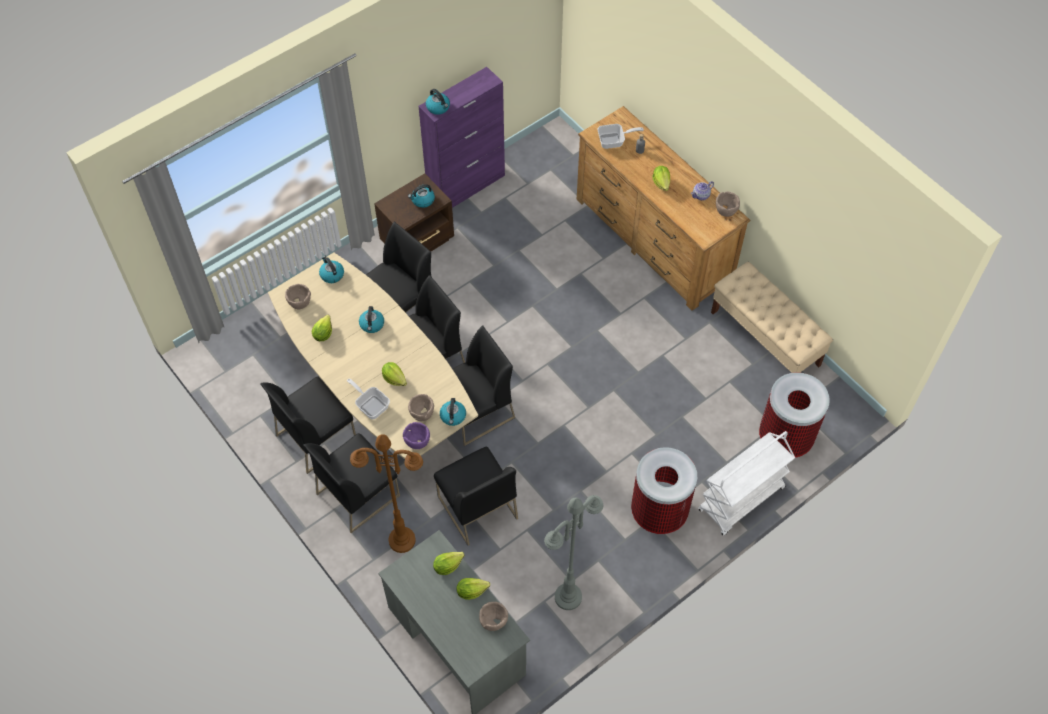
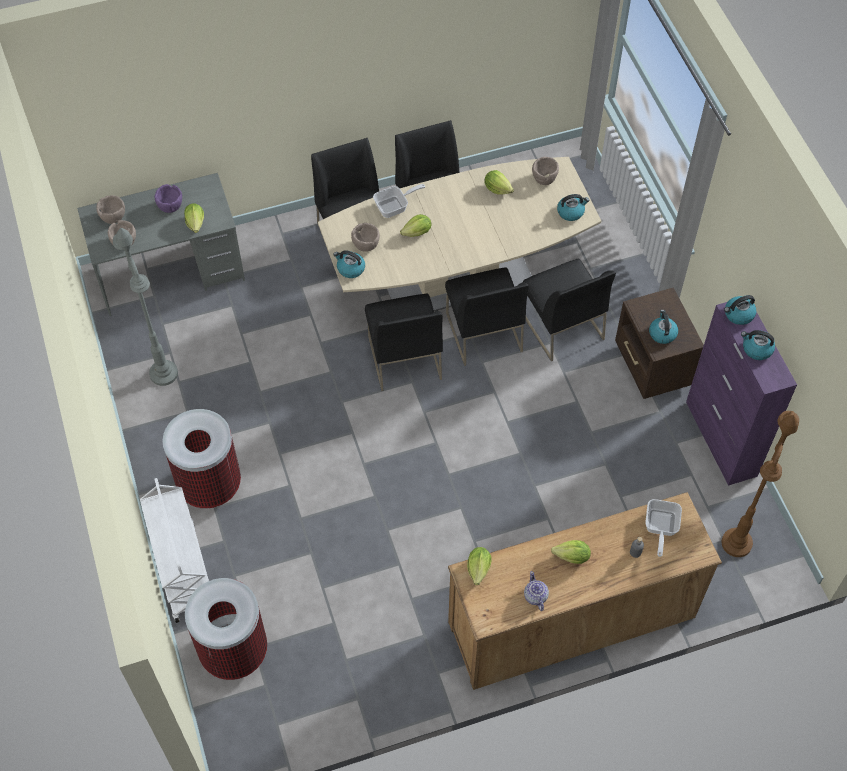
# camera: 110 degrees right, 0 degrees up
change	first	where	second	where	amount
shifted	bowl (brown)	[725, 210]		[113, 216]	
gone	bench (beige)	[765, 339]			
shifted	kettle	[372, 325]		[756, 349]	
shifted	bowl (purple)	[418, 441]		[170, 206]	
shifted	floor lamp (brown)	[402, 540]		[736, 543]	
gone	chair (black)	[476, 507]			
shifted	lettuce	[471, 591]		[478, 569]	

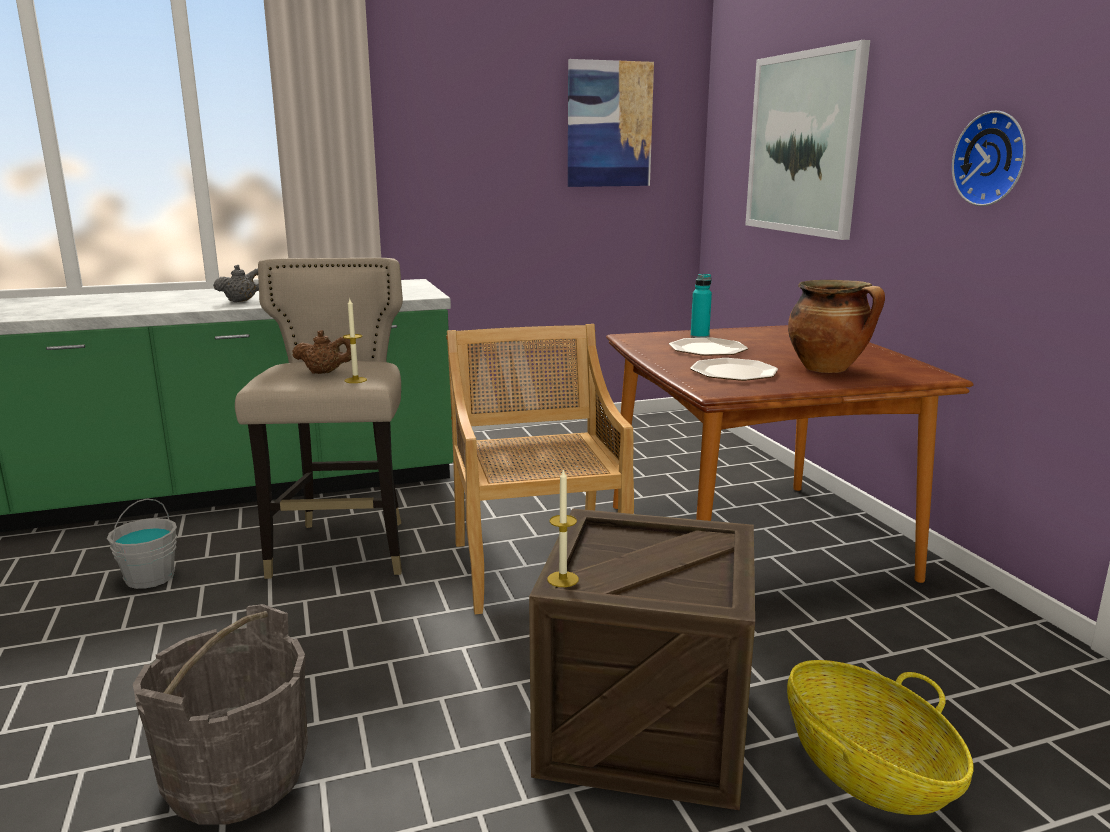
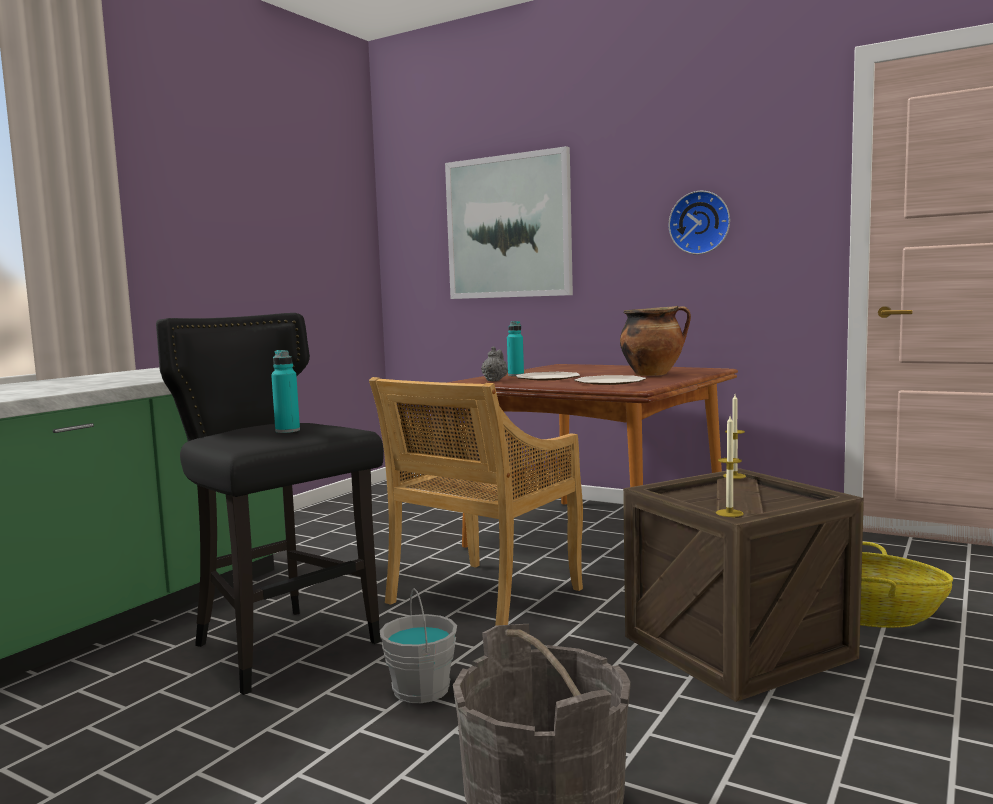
# camera: 40 degrees left, 10 degrees down
change	first	where	second	where	amount
gone	picture	[609, 124]			
repainted	stool (beige)	[344, 551]	stool (black)	[284, 647]	
shifted	teapot (grey)	[242, 301]		[495, 380]	
shifted	candle	[355, 380]		[734, 476]	
rotated	chair (beige)	[537, 567]		[483, 598]	90 degrees counterclockwise
swapped	teapot (brown)	[325, 373]	bottle (turquoise)	[287, 431]	
shifted	bucket (grey)	[149, 577]		[420, 689]	

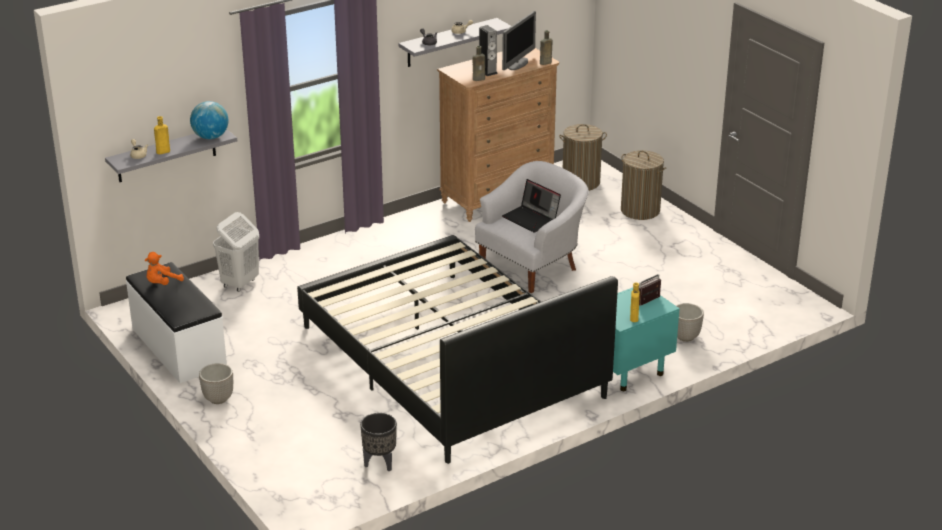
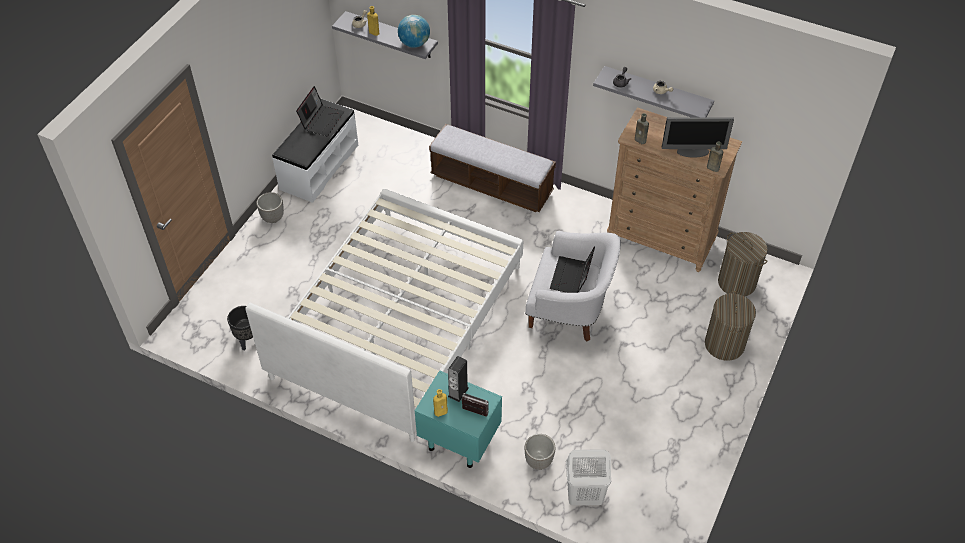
# camera: 60 degrees right, 20 degrees up
change	first	where	second	where	amount
shifted	speaker	[487, 71]		[458, 392]	
shifted	laundry basket (white)	[240, 283]		[584, 496]	
repainted	bed (black)	[450, 361]	bed (white)	[398, 321]	
swapped	plush toy (orange)	[162, 283]	laptop	[321, 120]	
new			bench	[491, 184]	

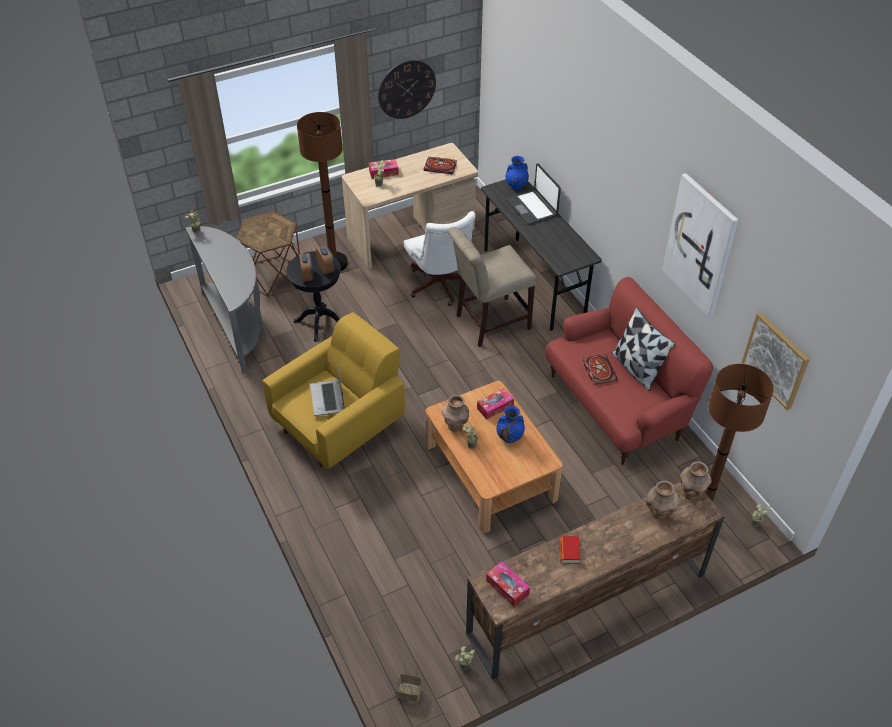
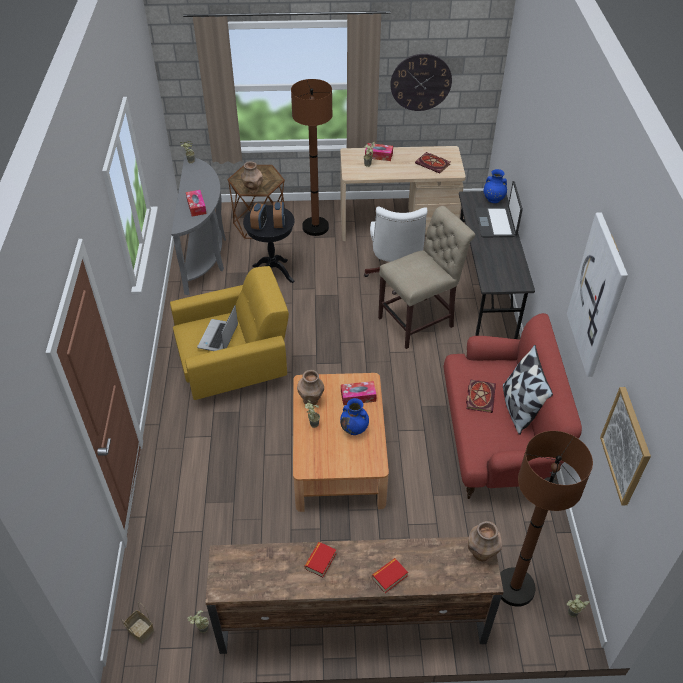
# camera: 25 degrees right, 0 degrees up
change	first	where	second	where	amount
rotated	chair (beige)	[489, 323]		[420, 321]	150 degrees clockwise
shifted	vase (brown)	[658, 513]		[253, 190]	
shifted	tissue box	[507, 587]		[196, 206]	
new			book	[389, 577]	

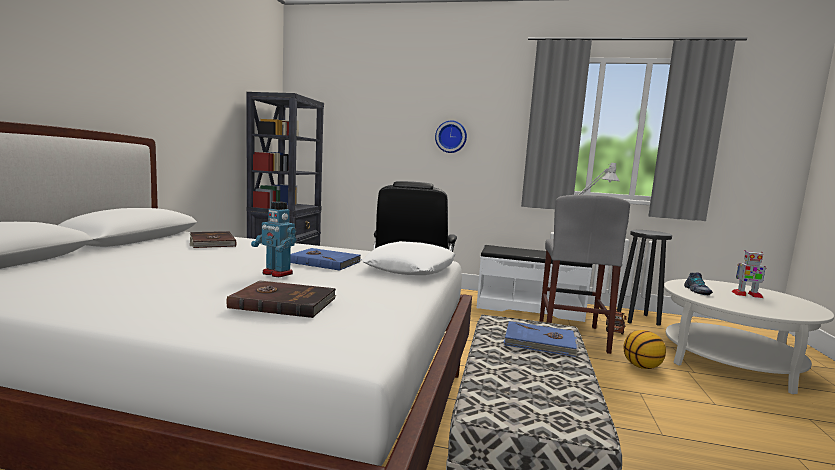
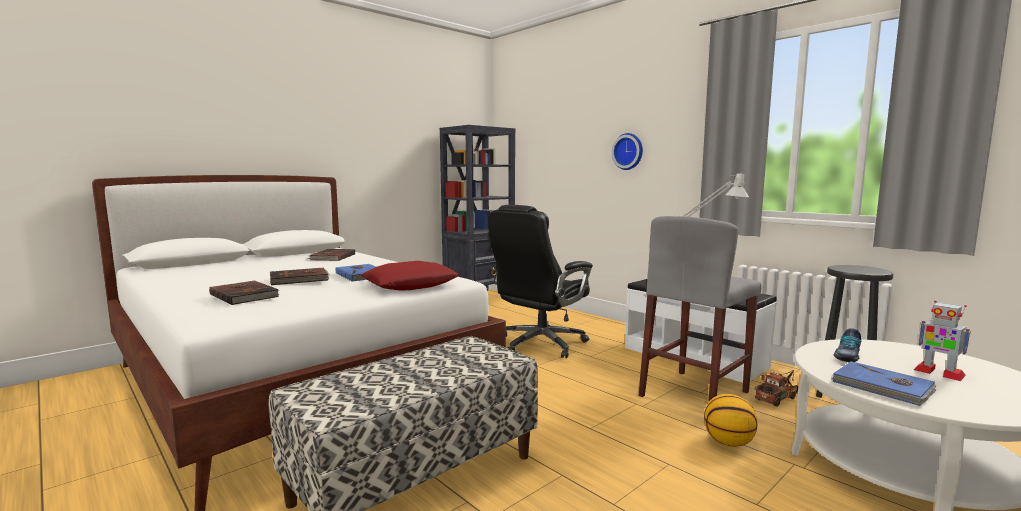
# camera: 35 degrees right, 0 degrees up
change	first	where	second	where	amount
swapped	toy robot	[277, 273]	book (brown)	[299, 279]	
repainted	pillow (white)	[410, 268]	pillow (red)	[410, 284]	
shifted	book (blue)	[540, 342]		[882, 387]	

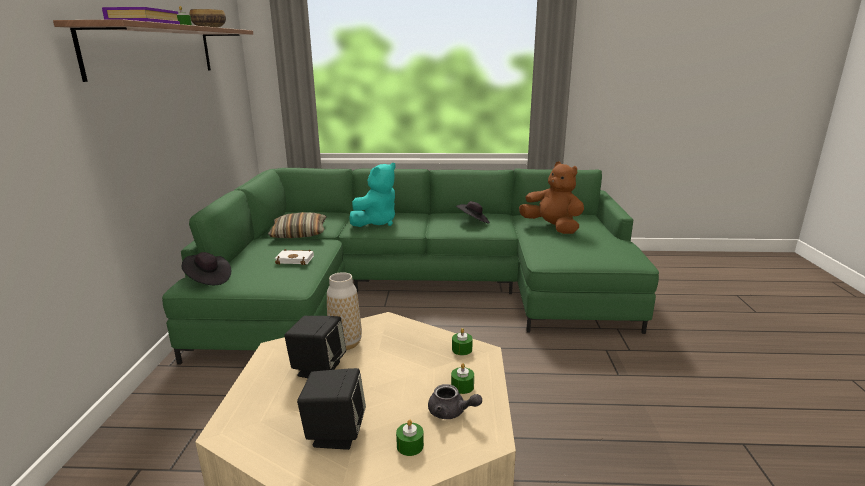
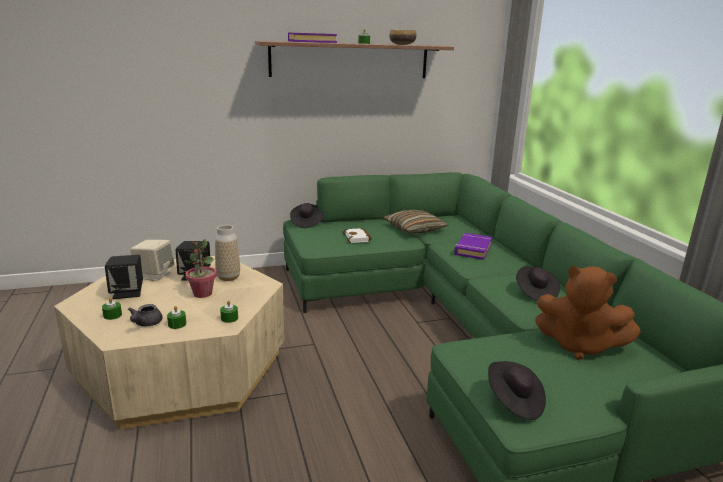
# camera: 70 degrees right, 0 degrees up
change	first	where	second	where	amount
rotated	plush toy (brown)	[552, 228]		[579, 346]	90 degrees clockwise
swapped	plush toy (turquoise)	[376, 222]	book (purple)	[473, 249]	
new			potted plant	[202, 294]	
new			speaker (beige)	[154, 275]	
new			hat (black)	[514, 402]	

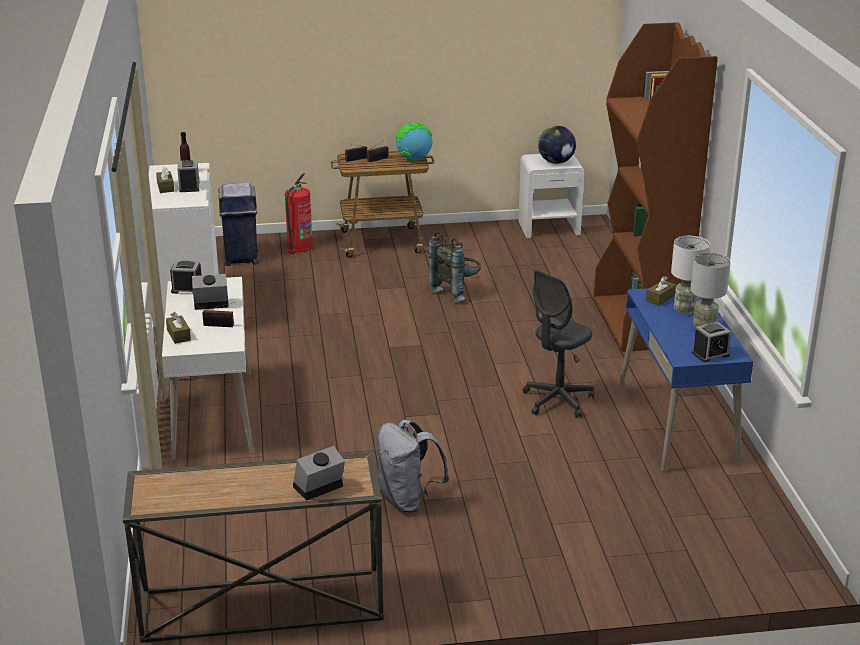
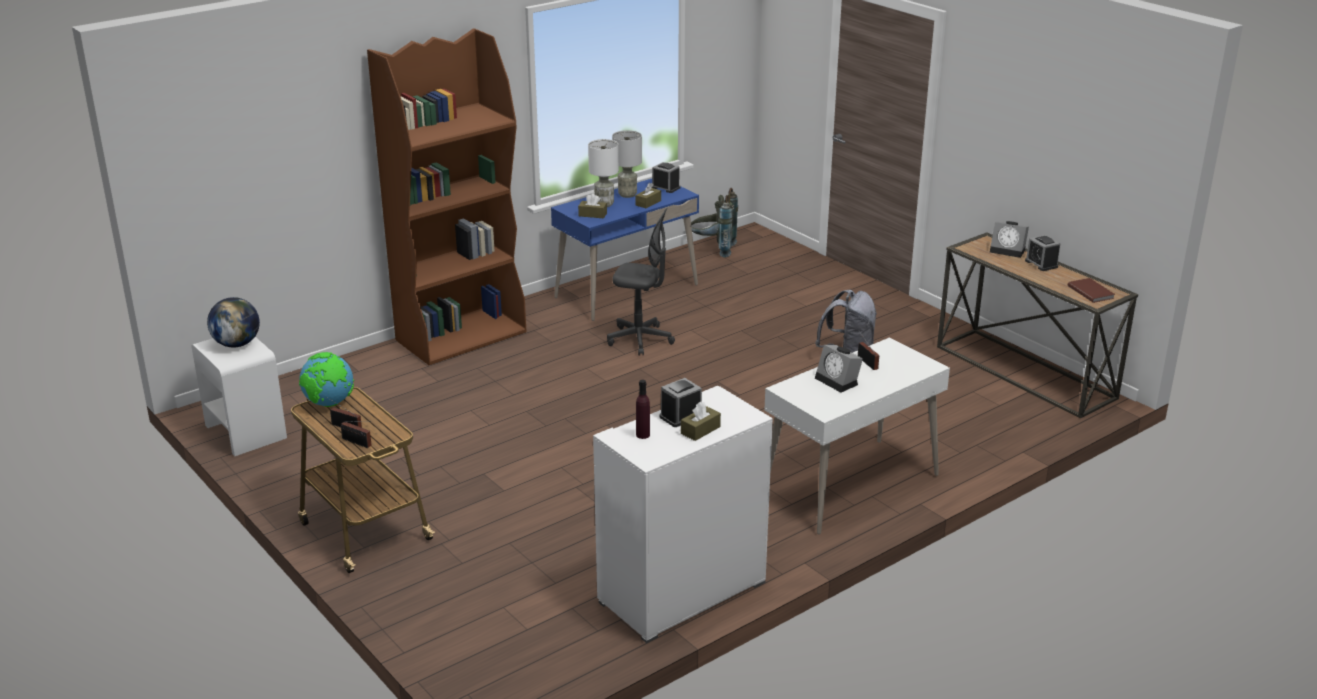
# camera: 120 degrees left, 0 degrees up
change	first	where	second	where	amount
gone	fire extinguisher	[299, 247]			
gone	trash can (blue)	[241, 258]			
shifted	backpack (grey)	[456, 291]		[713, 249]	
shifted	alarm clock	[187, 289]		[1041, 264]	
shifted	tissue box (brown)	[178, 335]		[648, 203]	
new			book (brown)	[1091, 292]	

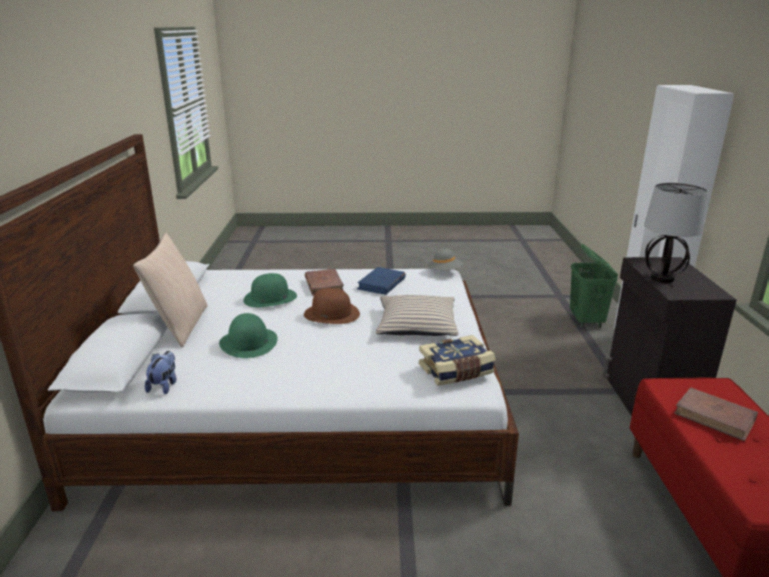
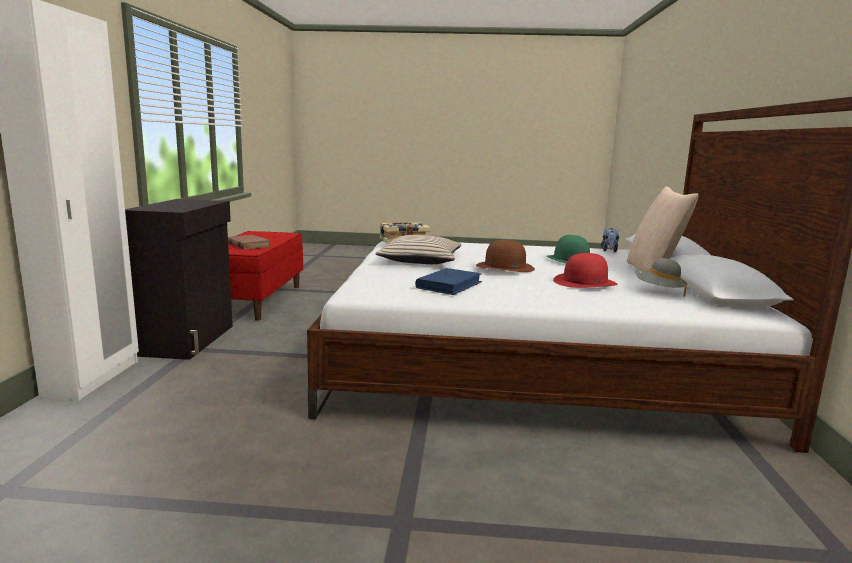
# camera: 175 degrees left, 10 degrees down
change	first	where	second	where	amount
gone	table lamp	[662, 279]			
gone	laundry basket (green)	[586, 321]			
shifted	hat (grey)	[445, 272]		[659, 291]	
gone	book (brown)	[324, 285]			
repainted	hat (green)	[270, 298]	hat (red)	[585, 282]	

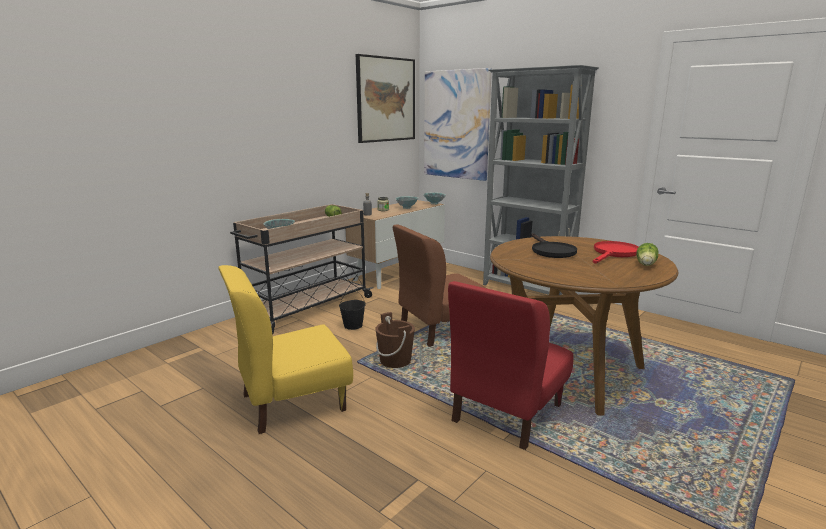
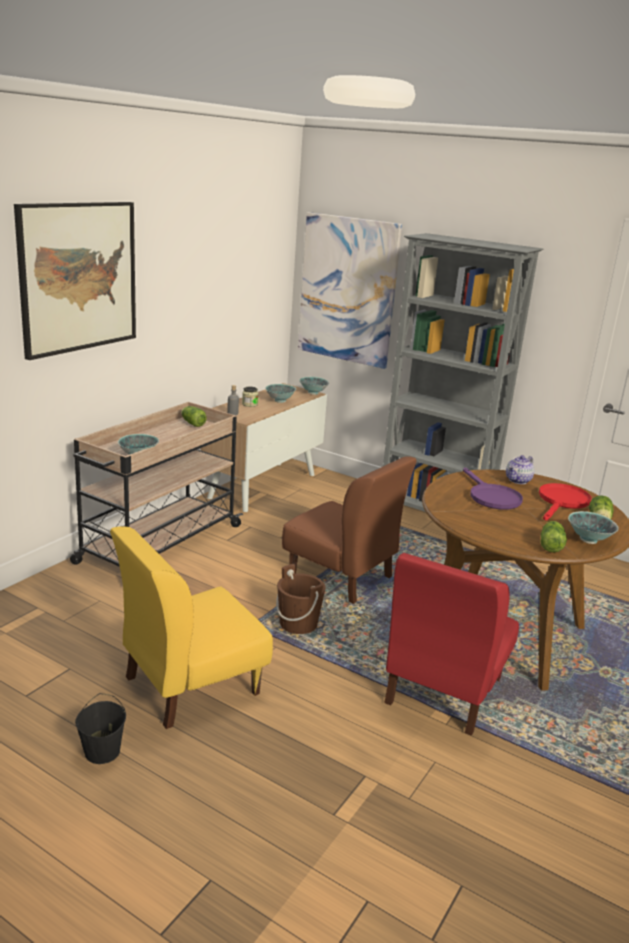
# camera: 10 degrees left, 5 degrees up
change	first	where	second	where	amount
shifted	picture	[386, 99]		[78, 277]	
rotated	chair (brown)	[440, 329]		[341, 576]	105 degrees counterclockwise
repainted	frying pan (black)	[550, 251]	frying pan (purple)	[491, 497]	
shifted	bucket (black)	[353, 325]		[102, 751]	
new			teapot	[518, 480]	
new			bowl	[588, 540]	
new			lettuce	[551, 545]	

